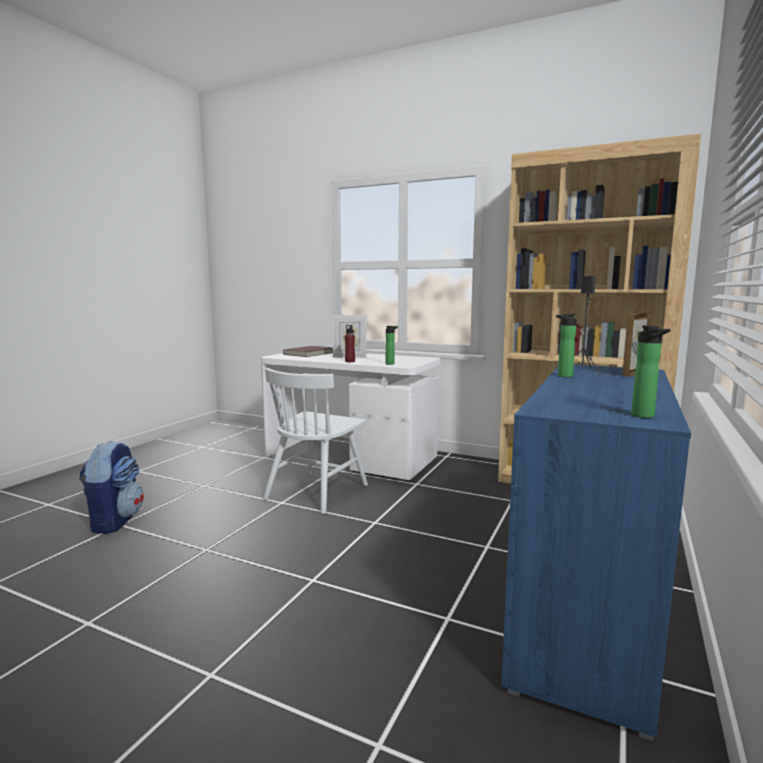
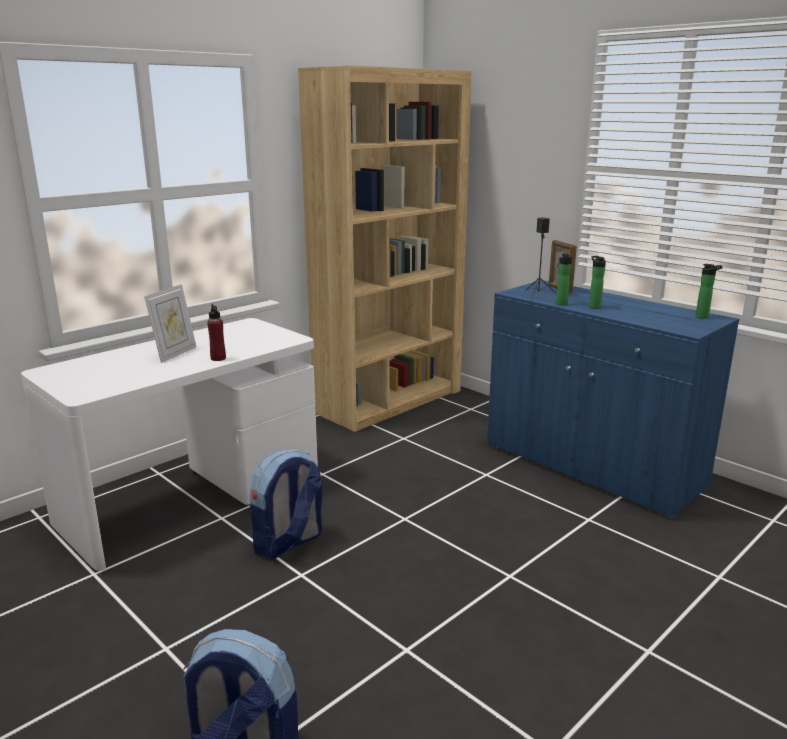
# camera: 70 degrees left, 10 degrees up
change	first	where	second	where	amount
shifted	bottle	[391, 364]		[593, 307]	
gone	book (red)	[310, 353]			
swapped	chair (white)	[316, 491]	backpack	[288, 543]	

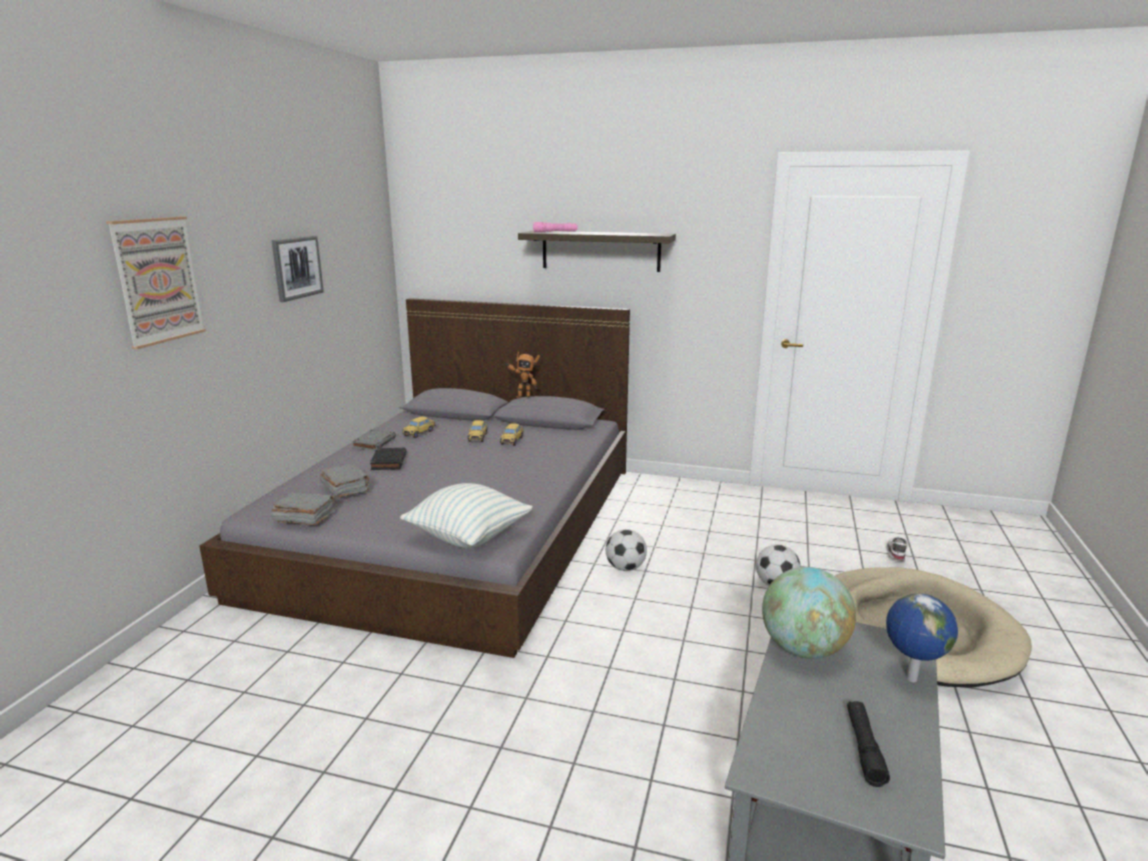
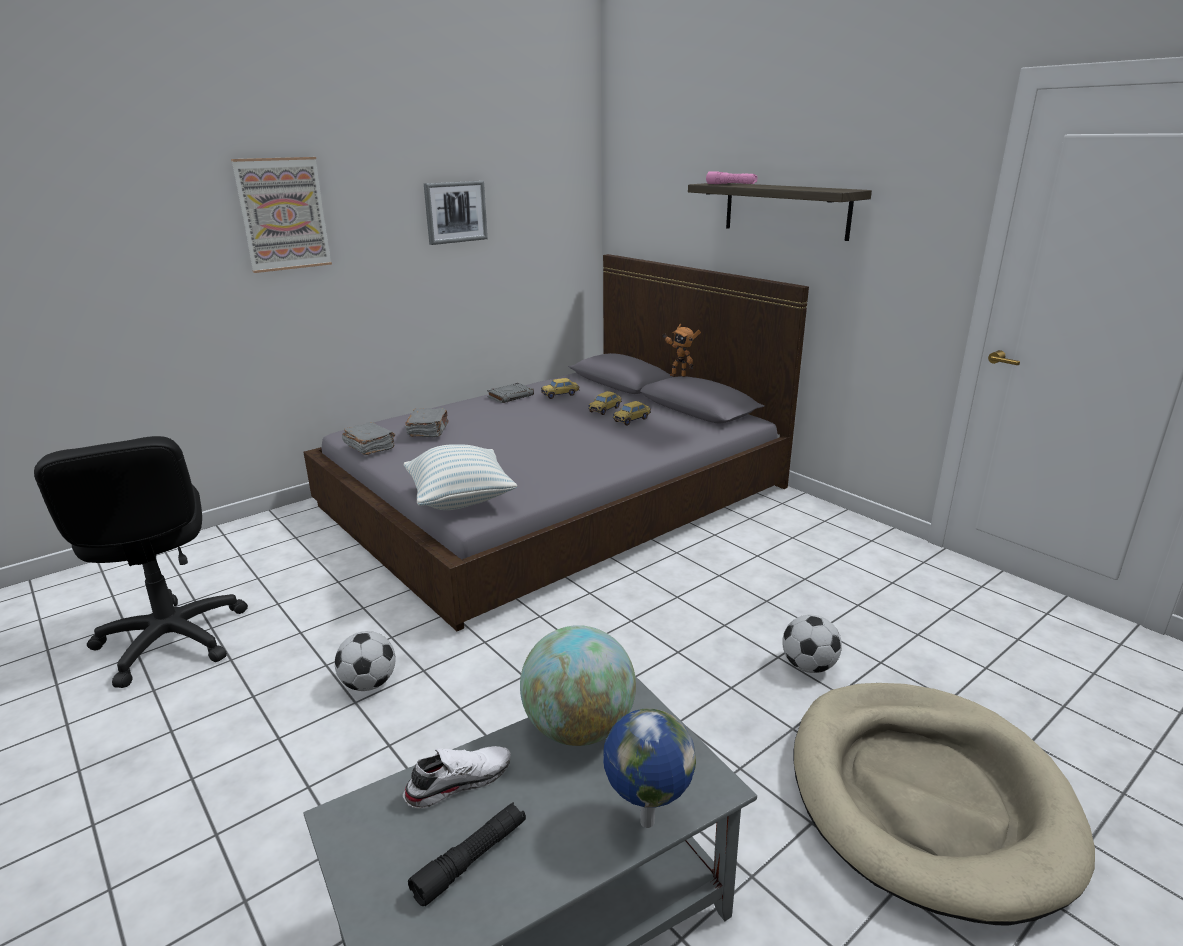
# camera: 35 degrees right, 5 degrees up
change	first	where	second	where	amount
gone	book (black)	[388, 462]			
shifted	football	[625, 568]		[369, 684]	
shifted	shoe (white)	[895, 552]		[458, 781]	
new			office chair (black)	[171, 640]	

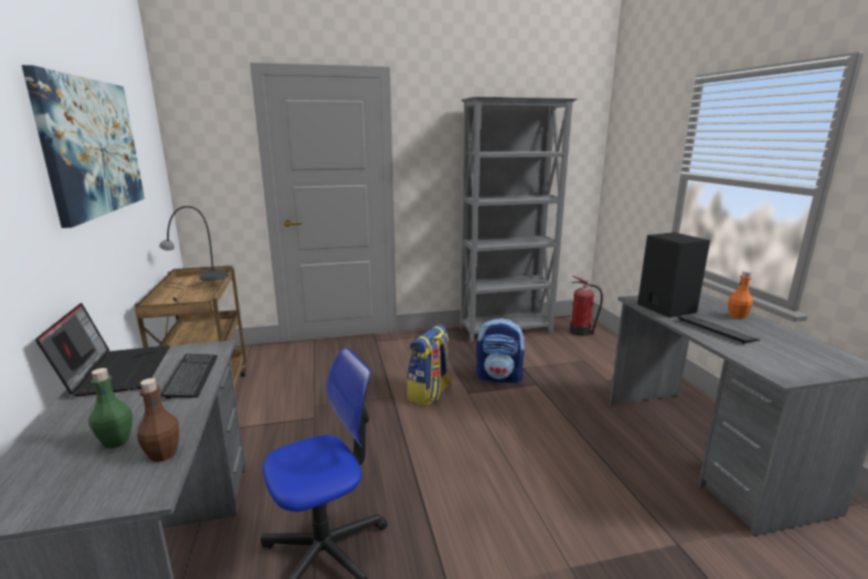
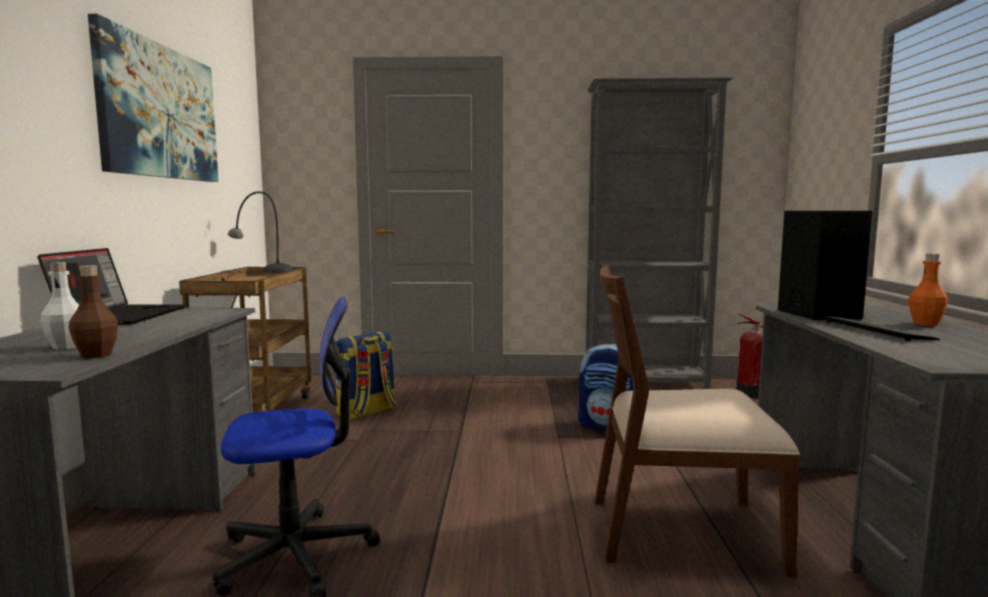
# camera: 15 degrees right, 10 degrees down
change	first	where	second	where	amount
shifted	backpack	[430, 394]		[366, 412]	
gone	keyboard	[191, 376]			
repainted	bottle (green)	[116, 441]	bottle (white)	[66, 346]	
new			chair (brown)	[680, 531]	

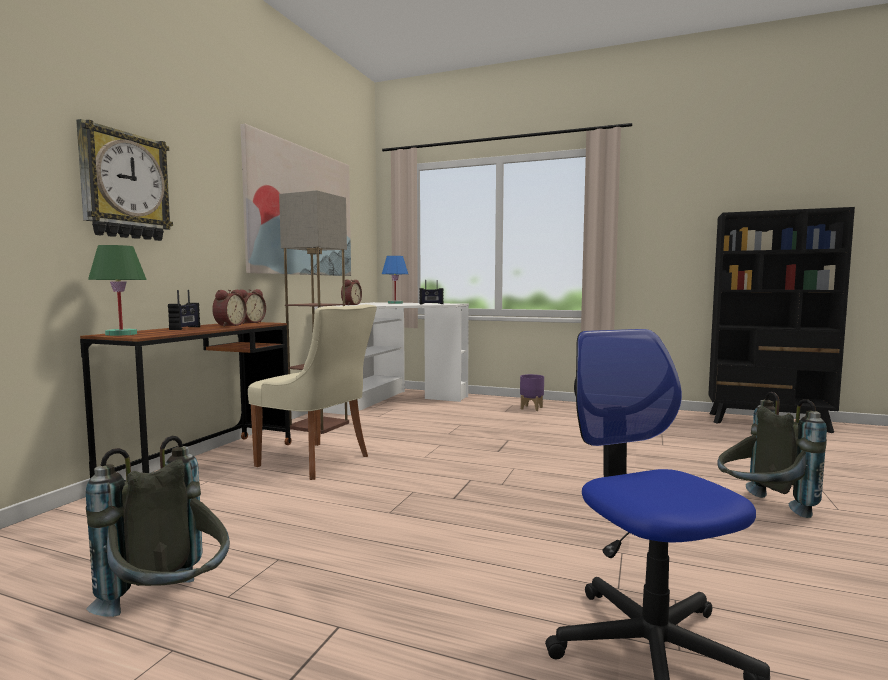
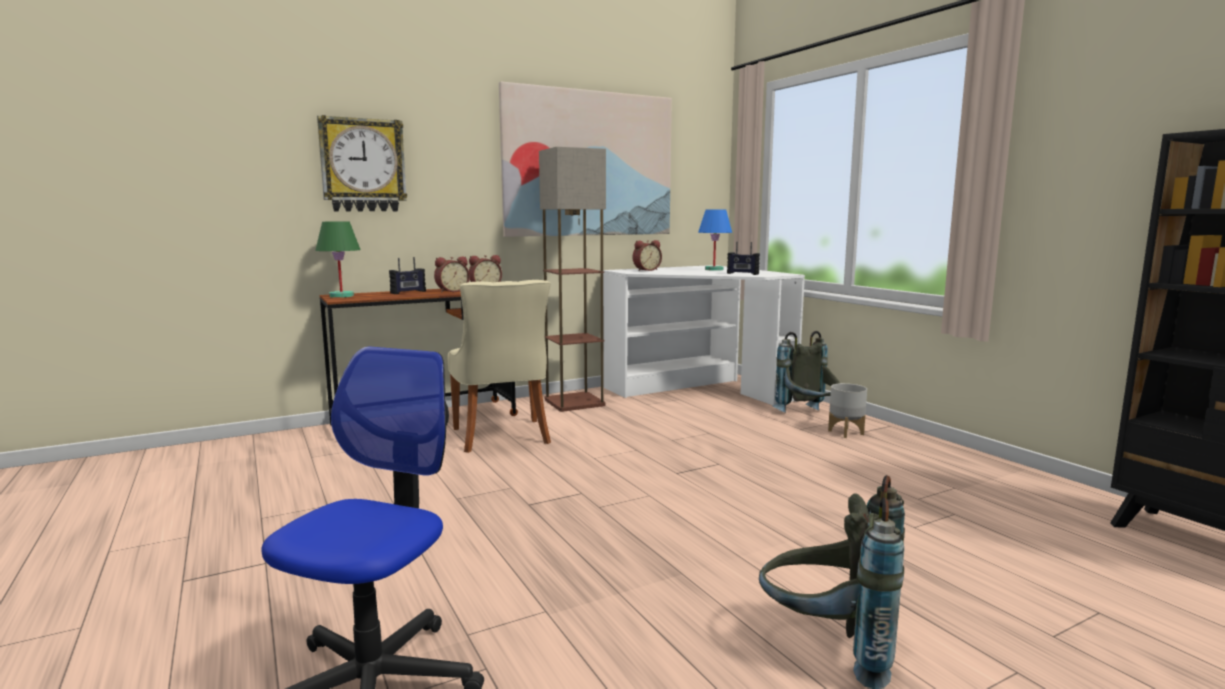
# camera: 40 degrees right, 5 degrees up
change	first	where	second	where	amount
repainted	planter (purple)	[531, 408]	planter (grey)	[845, 433]	
shifted	backpack (grey)	[170, 609]		[808, 416]	

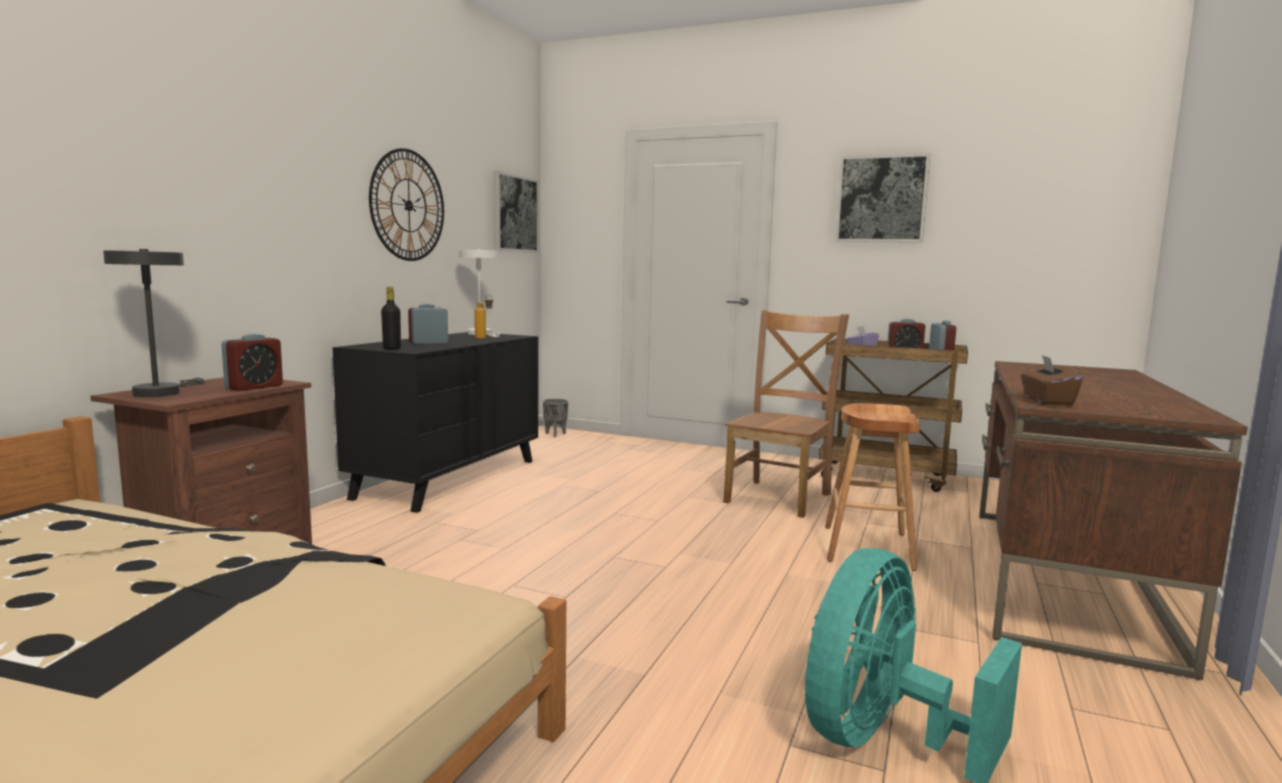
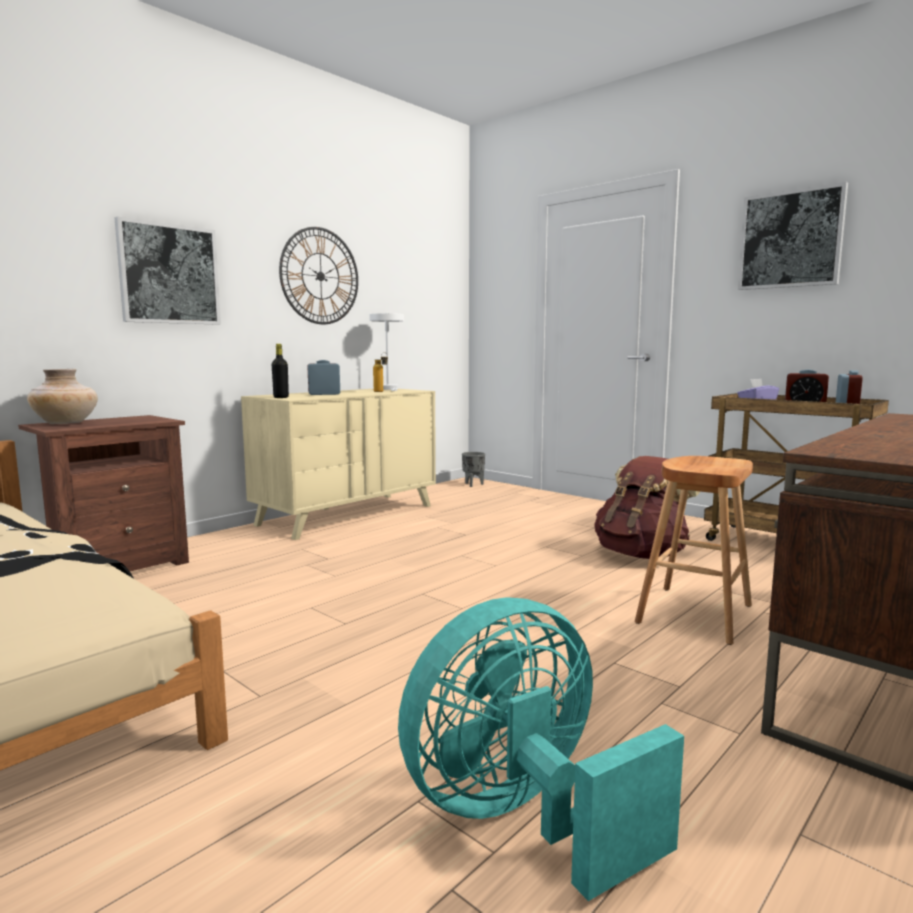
# camera: 20 degrees right, 0 degrees up
change	first	where	second	where	amount
shifted	picture	[514, 213]		[169, 274]	
swapped	table lamp (grey)	[161, 392]	vase (beige)	[65, 424]	
swapped	chair (brown)	[780, 497]	backpack (brown)	[642, 555]	
repainted	dresser (black)	[449, 478]	dresser (beige)	[347, 515]	
gone	alarm clock	[254, 387]			
gone	tissue box (brown)	[1047, 401]			

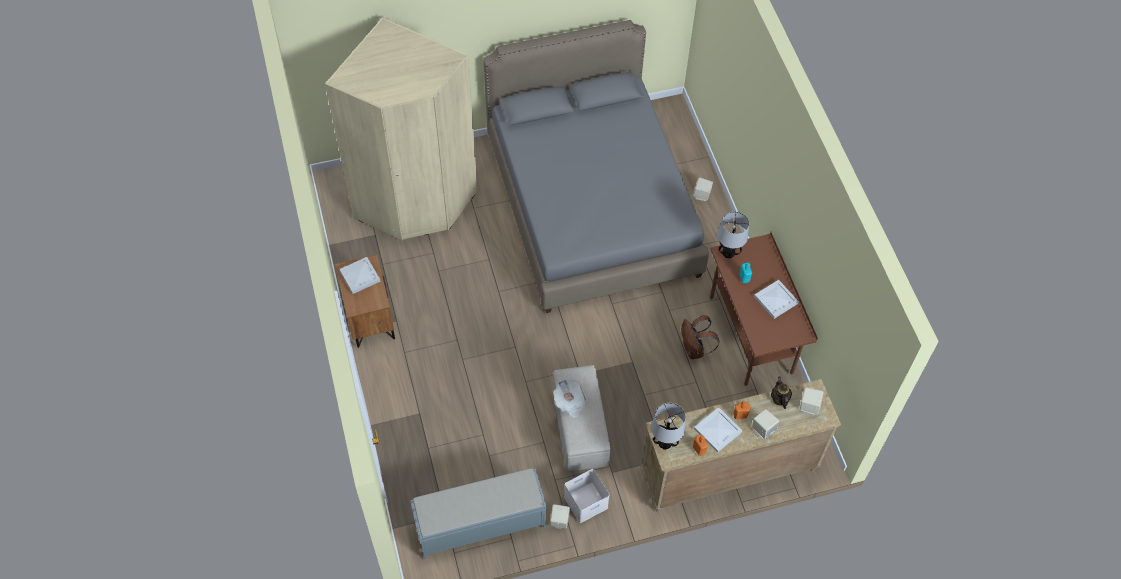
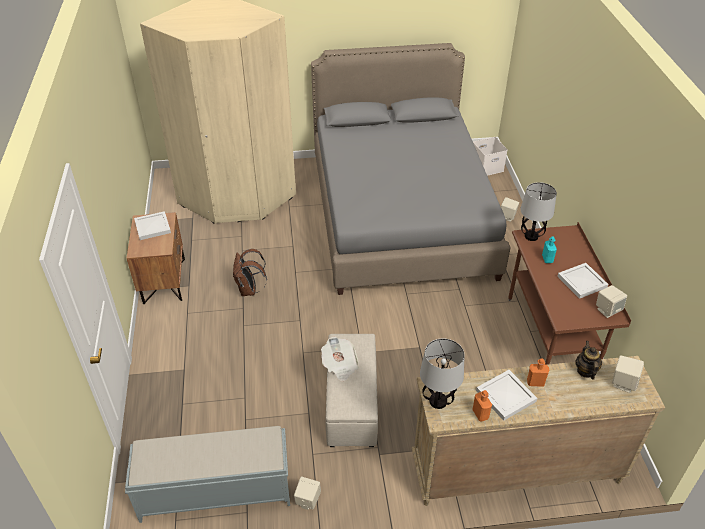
# camera: 10 degrees right, 15 degrees down
change	first	where	second	where	amount
shifted	backpack (brown)	[694, 350]		[249, 290]	
shifted	speaker (beige)	[763, 429]		[607, 310]	
shifted	storage box (white)	[586, 501]		[487, 166]	

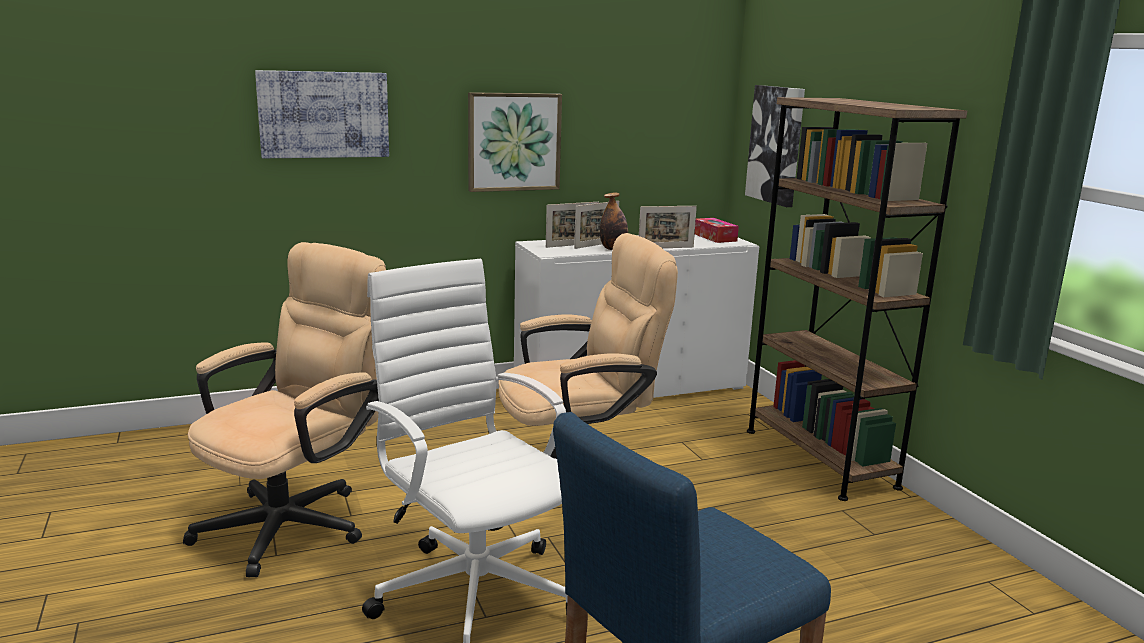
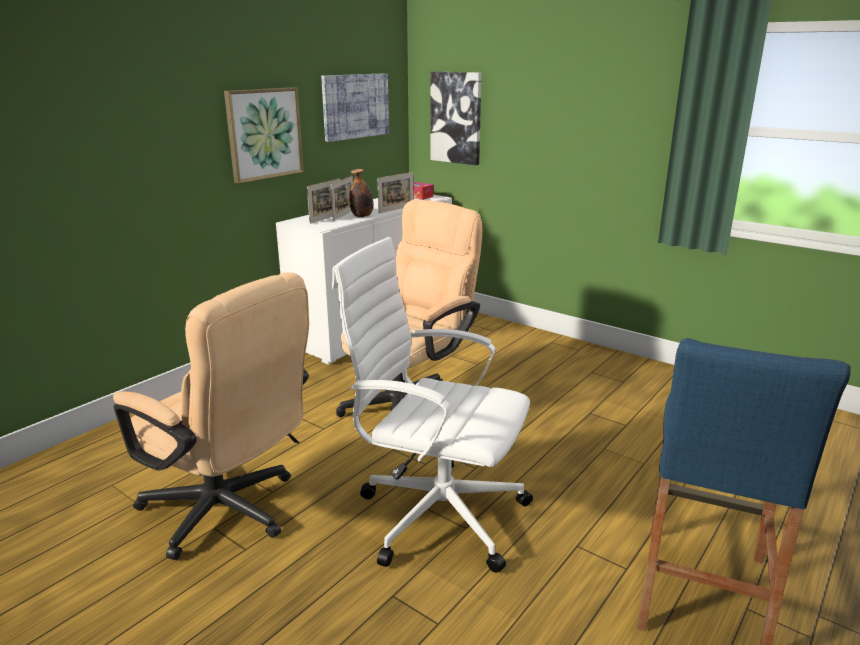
# camera: 30 degrees left, 5 degrees up
change	first	where	second	where	amount
shifted	picture	[324, 114]		[355, 106]	
gone	bookcase (brown)	[819, 458]			
rotated	office chair (beige)	[297, 520]		[229, 513]	120 degrees clockwise

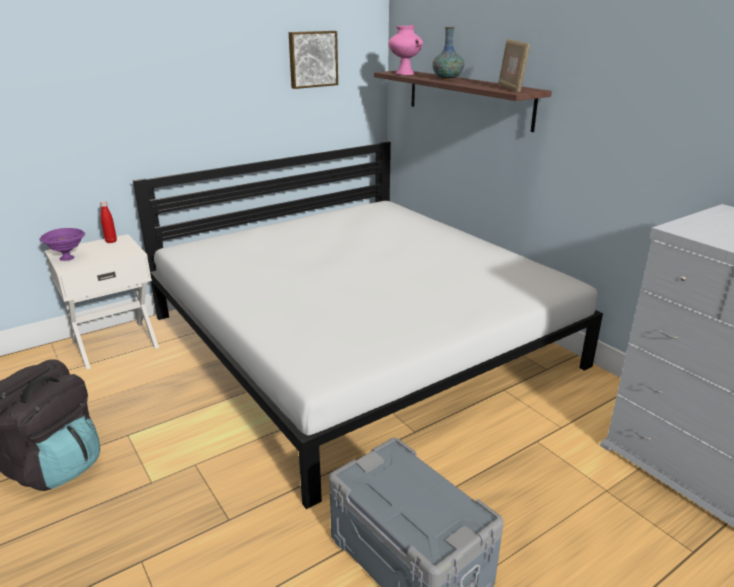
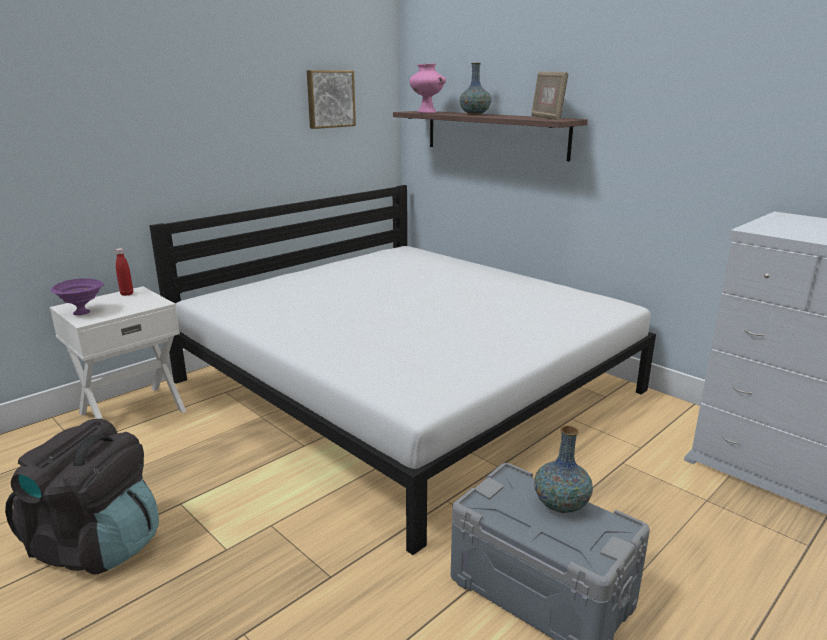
# camera: 10 degrees left, 5 degrees down
change	first	where	second	where	amount
new			vase	[561, 505]	

